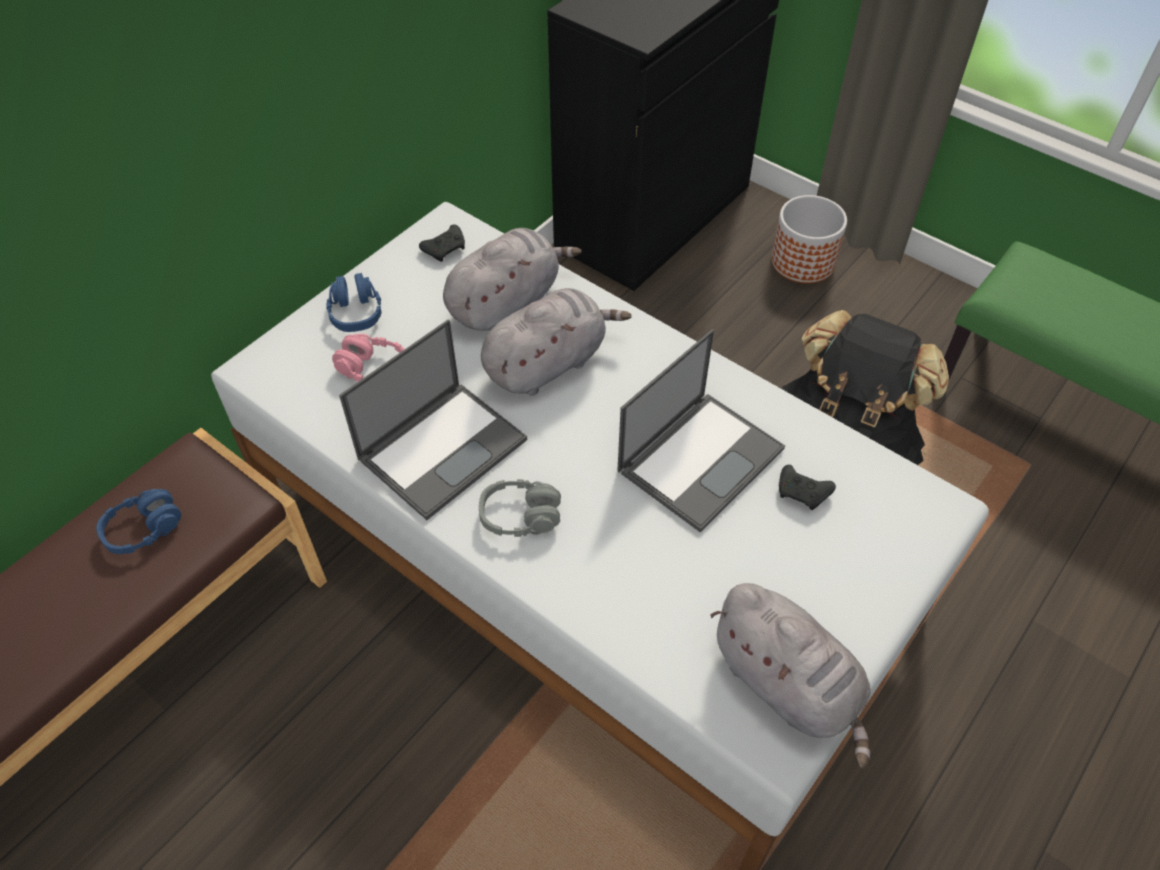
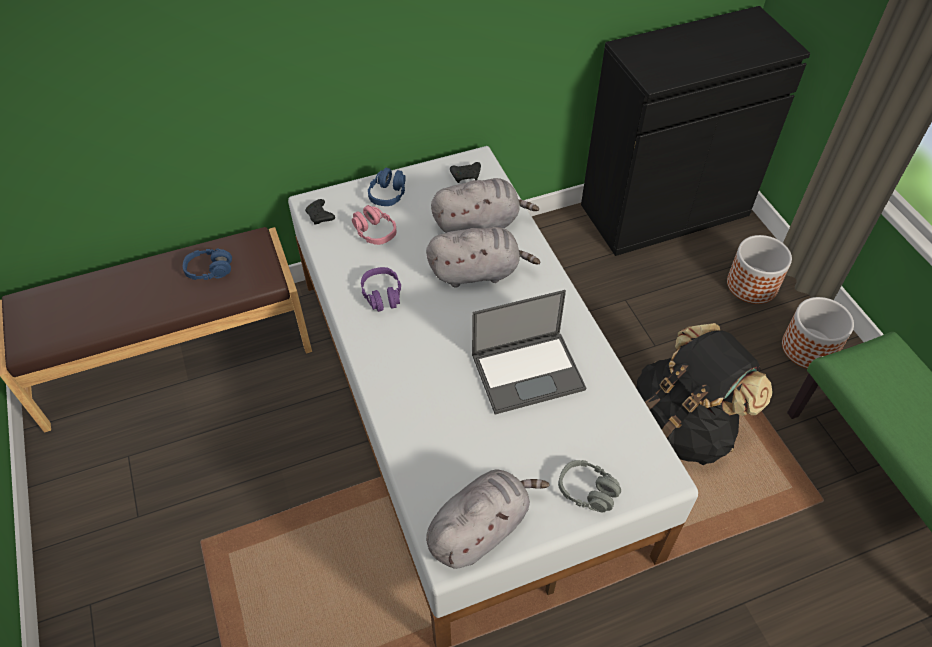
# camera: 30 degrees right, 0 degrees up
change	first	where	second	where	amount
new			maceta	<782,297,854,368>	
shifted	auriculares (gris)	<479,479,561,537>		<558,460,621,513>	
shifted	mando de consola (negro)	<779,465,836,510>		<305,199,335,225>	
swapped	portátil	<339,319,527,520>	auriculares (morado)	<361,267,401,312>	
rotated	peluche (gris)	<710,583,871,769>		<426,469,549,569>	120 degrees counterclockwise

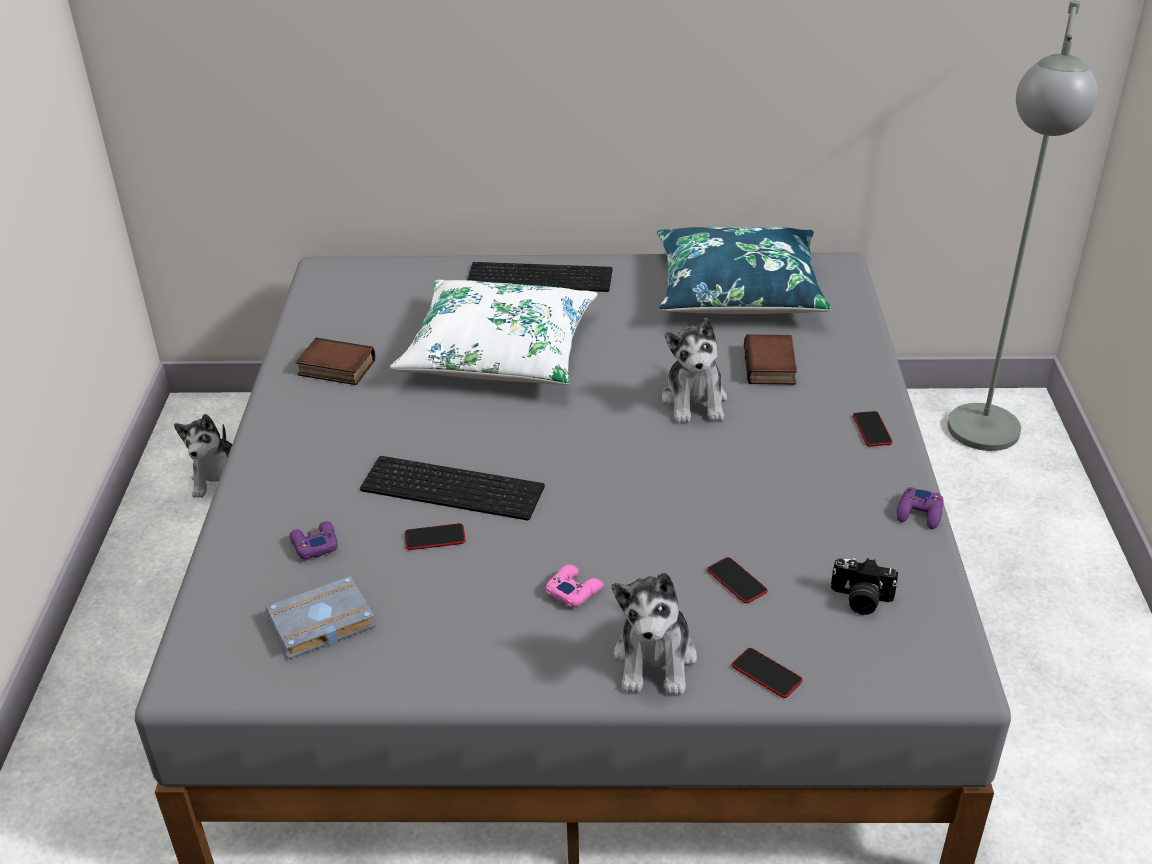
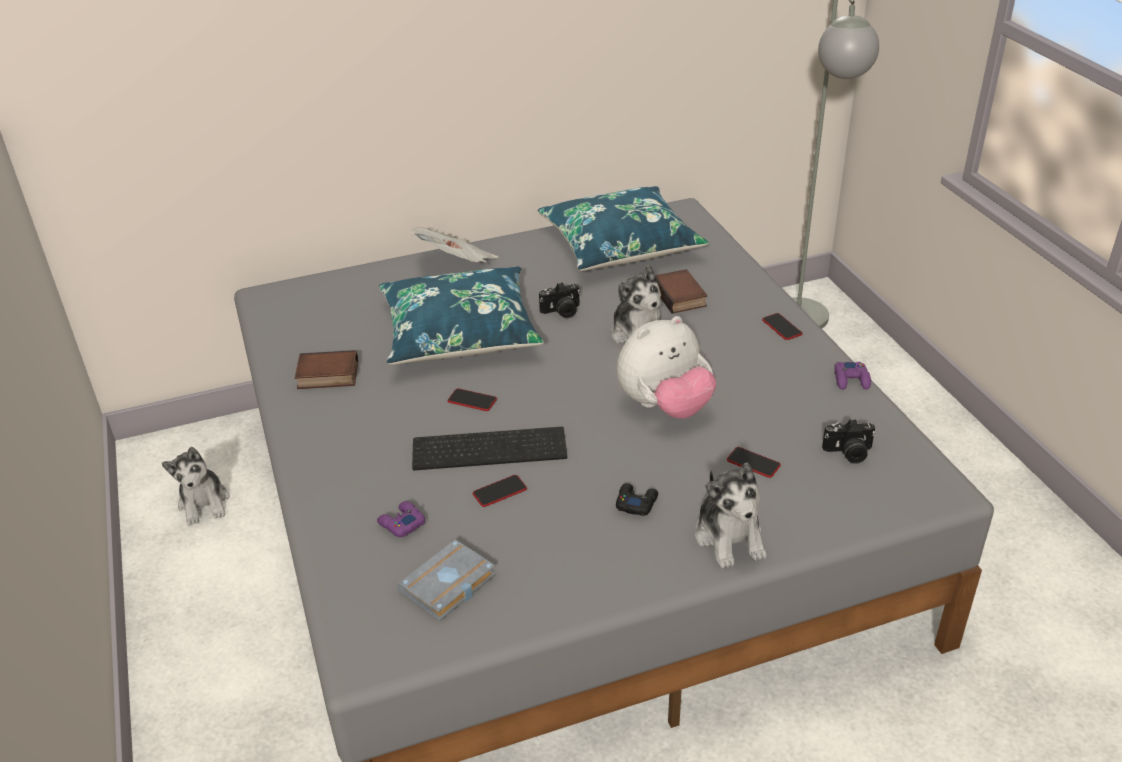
# camera: 20 degrees left, 0 degrees up
change	first	where	second	where	amount
new			cámara	<539,282,580,318>	
new			peluche	<617,316,716,419>	
shifted	móvil	<732,648,803,698>		<448,388,497,411>	
swapped	teclado	<467,262,612,292>	periódico	<411,227,498,262>	
repainted	cojín (blanco)	<390,280,598,385>	cojín (azul)	<379,267,544,365>	
repainted	mando de consola (rosa)	<546,565,603,607>	mando de consola (negro)	<616,483,658,516>	

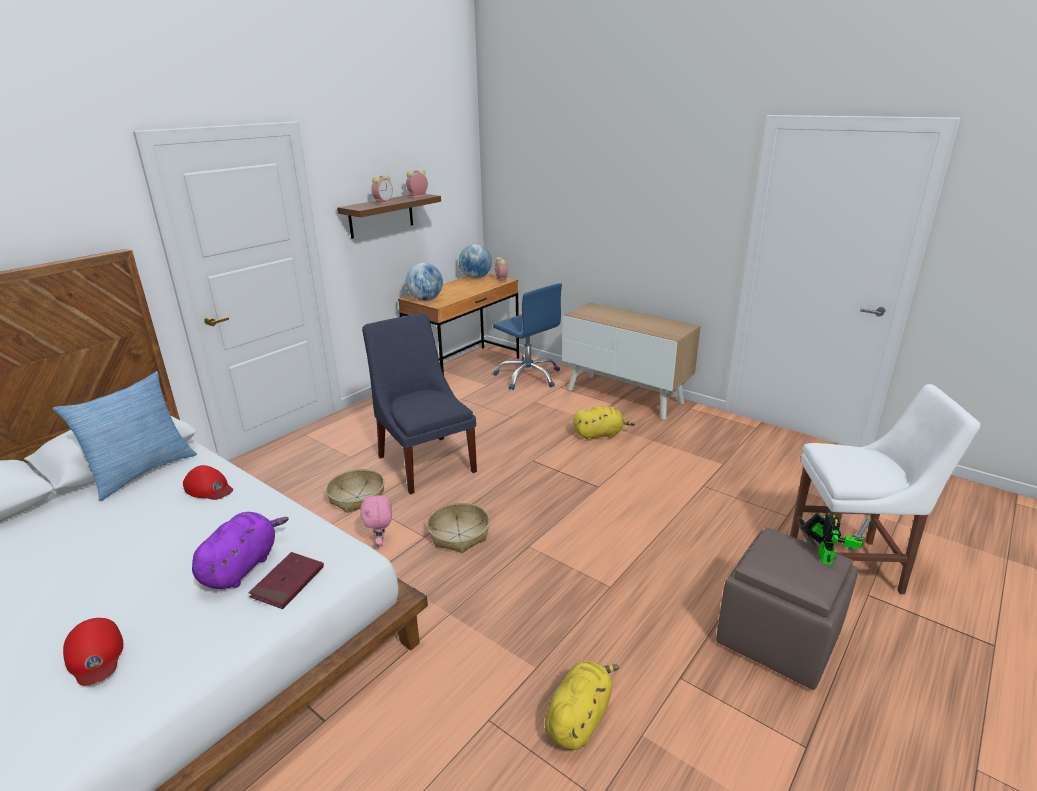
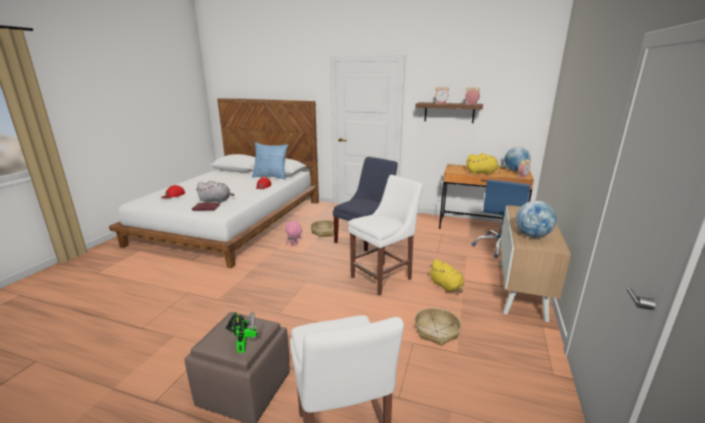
# camera: 70 degrees right, 5 degrees down
change	first	where	second	where	amount
new			silla (blanco)	<348,175,423,295>	
shifted	globo terráqueo	<406,263,443,301>		<516,201,557,238>	
shifted	cesta	<427,503,490,553>		<415,308,461,346>	
shifted	peluche (amarillo)	<545,661,619,750>		<466,153,505,175>	
repainted	peluche (morado)	<192,512,289,589>	peluche (gris)	<196,181,235,203>	
rotated	robot de juguete	<801,512,872,565>		<226,312,257,353>	90 degrees counterclockwise

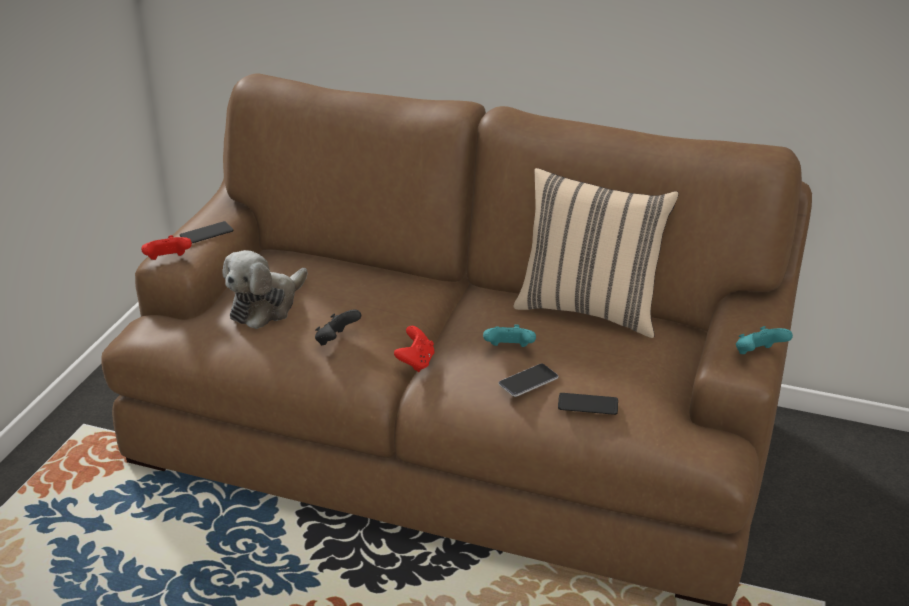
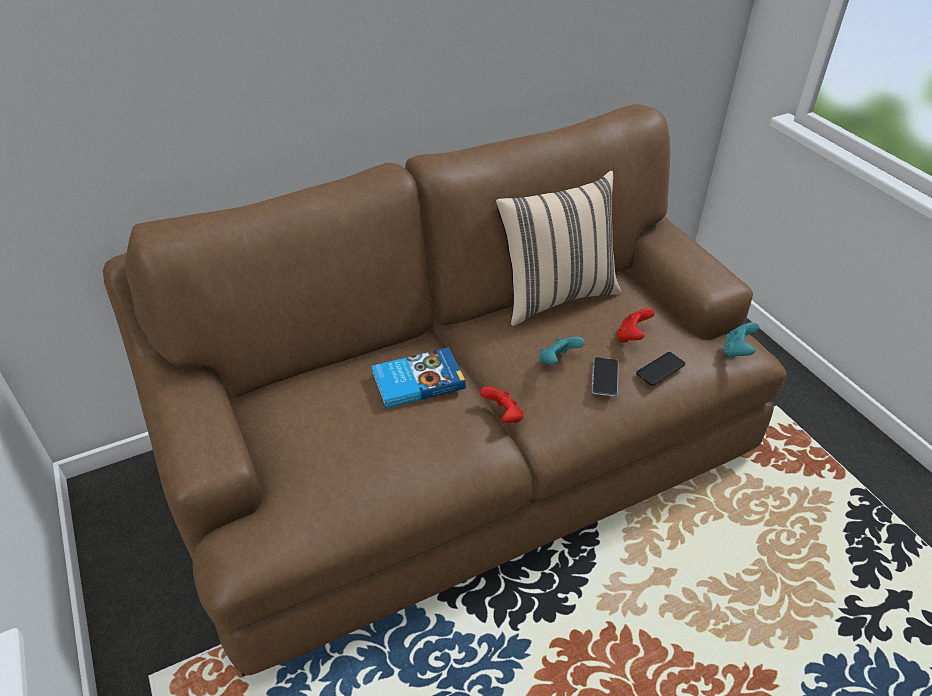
# camera: 45 degrees left, 10 degrees up
change	first	where	second	where	amount
gone	móvil	<180,221,234,243>			
gone	peluche	<222,250,308,329>			
gone	mando de consola (negro)	<315,309,361,346>			
new			libro	<371,347,466,409>	
shifted	mando de consola (rojo)	<141,235,192,260>		<617,308,654,343>	
shifted	mando de consola (turquesa)	<736,326,793,354>		<723,322,759,358>	

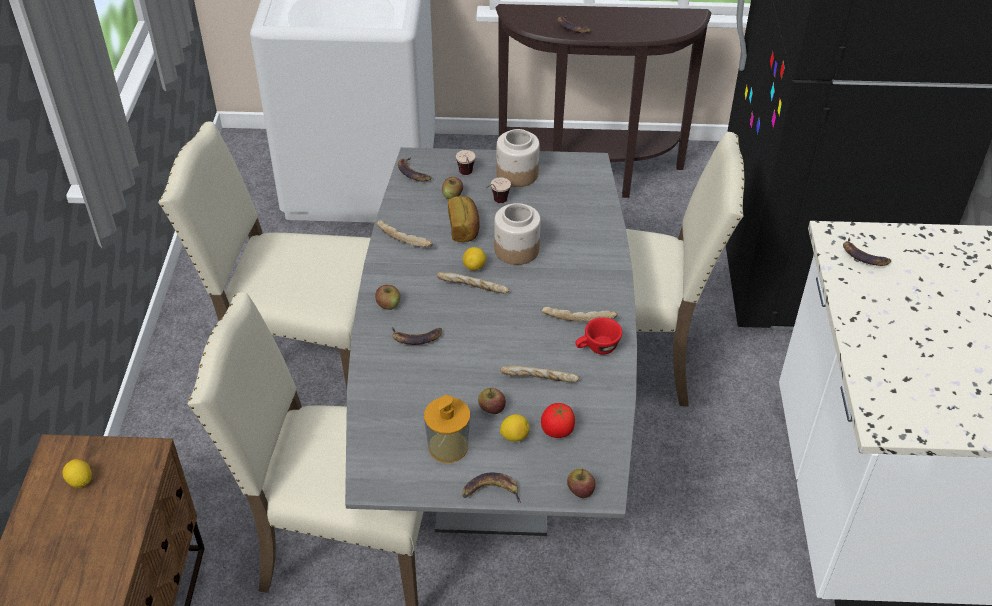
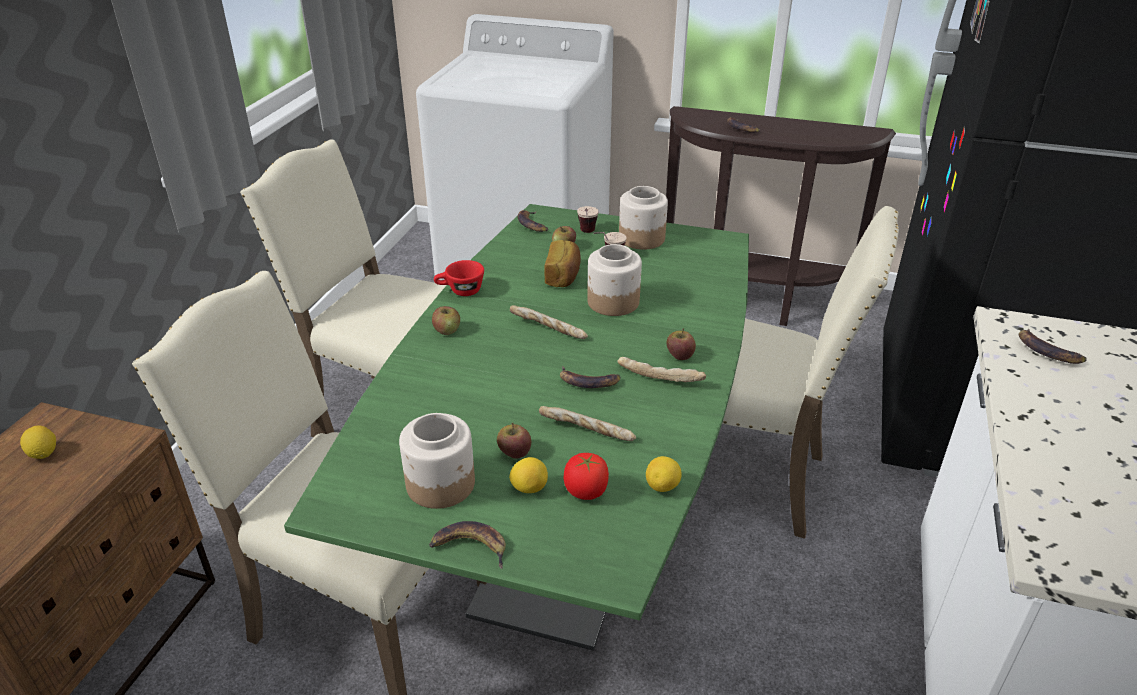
# camera: 15 degrees right, 10 degrees down
change	first	where	second	where	amount
gone	pan	<377,220,433,247>			
shifted	plátano	<392,327,442,345>		<560,366,621,388>	
shifted	limón	<463,247,486,270>		<646,456,682,492>	
shifted	manzana	<567,469,595,498>		<667,328,696,360>	
shifted	taza (rojo)	<575,317,622,355>		<434,260,484,296>	
swapped	dispensador de jabón	<424,395,470,463>	tarro	<399,413,475,509>	
repainted	mesa de comedor (gris)	<345,147,637,536>	mesa de comedor (verde)	<284,204,749,651>	

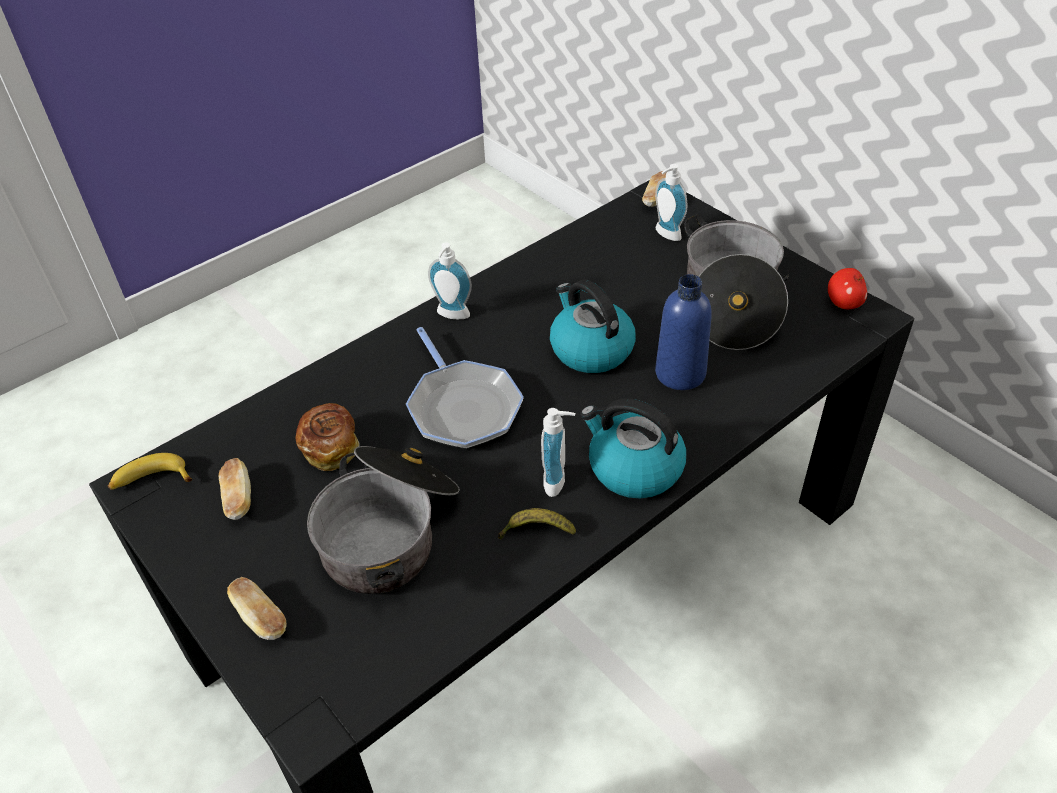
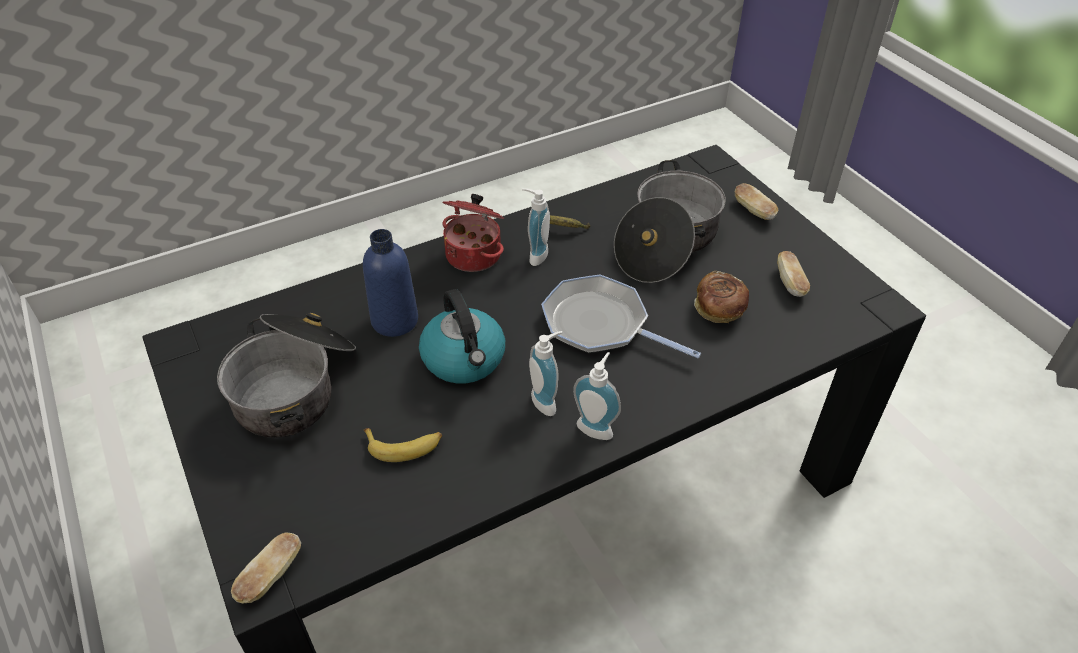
# camera: 170 degrees left, 0 degrees up
change	first	where	second	where	amount
gone	manzana	<828,268,867,309>			
shifted	plátano	<108,453,192,490>		<364,428,442,462>	
shifted	dispensador de jabón	<655,164,687,241>		<529,331,563,416>	
swapped	hervidor	<580,398,686,498>	olla	<443,194,504,272>	
rotated	sartén	<406,327,524,449>		<541,275,701,359>	45 degrees counterclockwise

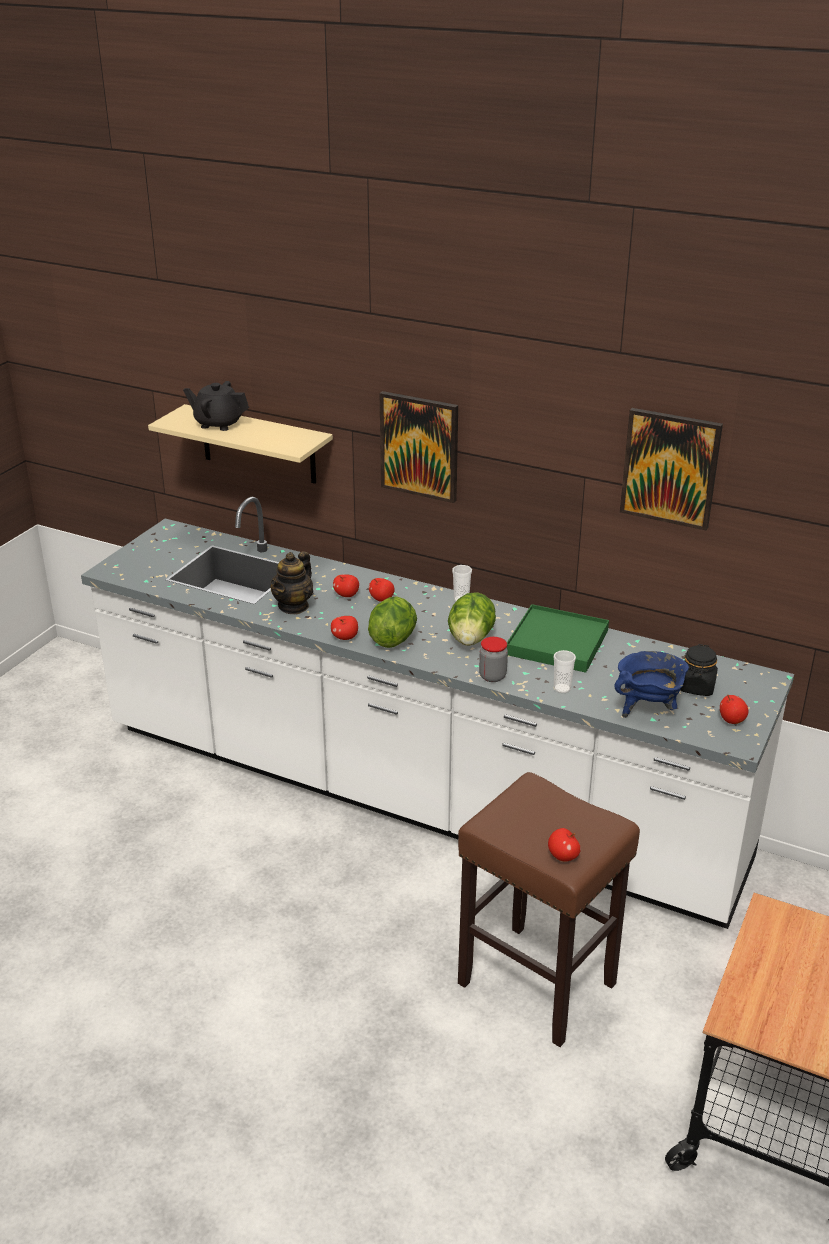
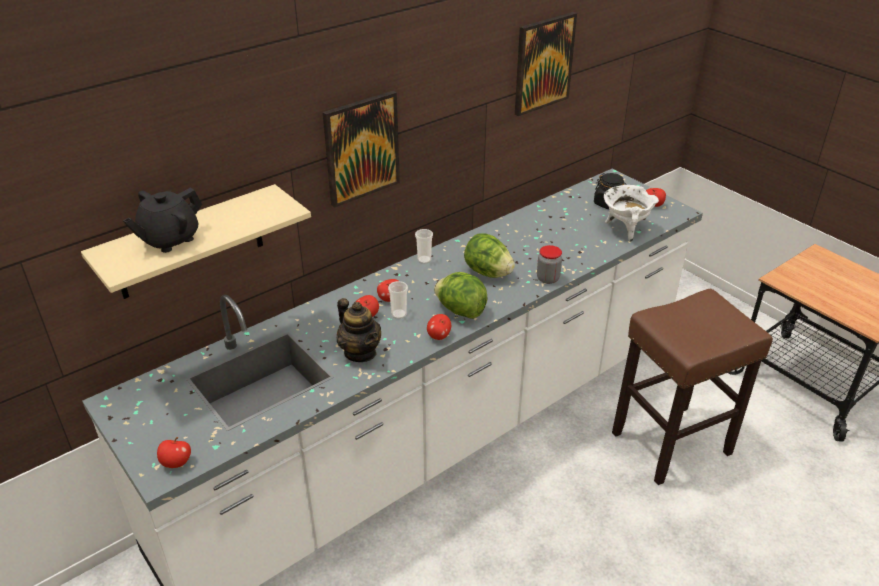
# camera: 65 degrees left, 5 degrees up
change	first	where	second	where	amount
gone	bandeja (verde)	<507,604,609,673>			
shifted	manzana	<548,828,581,862>		<157,437,191,468>	
shifted	taza	<553,650,576,693>		<388,281,408,319>	
repainted	olla (azul)	<614,651,689,718>	olla (blanco)	<604,185,659,242>	

